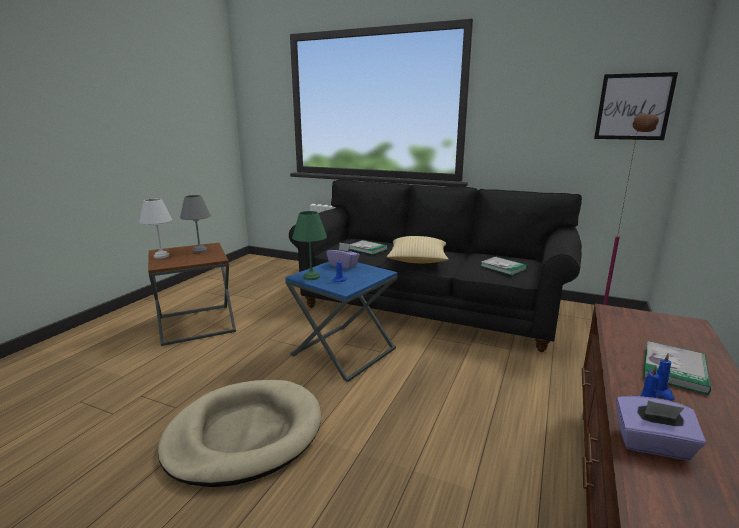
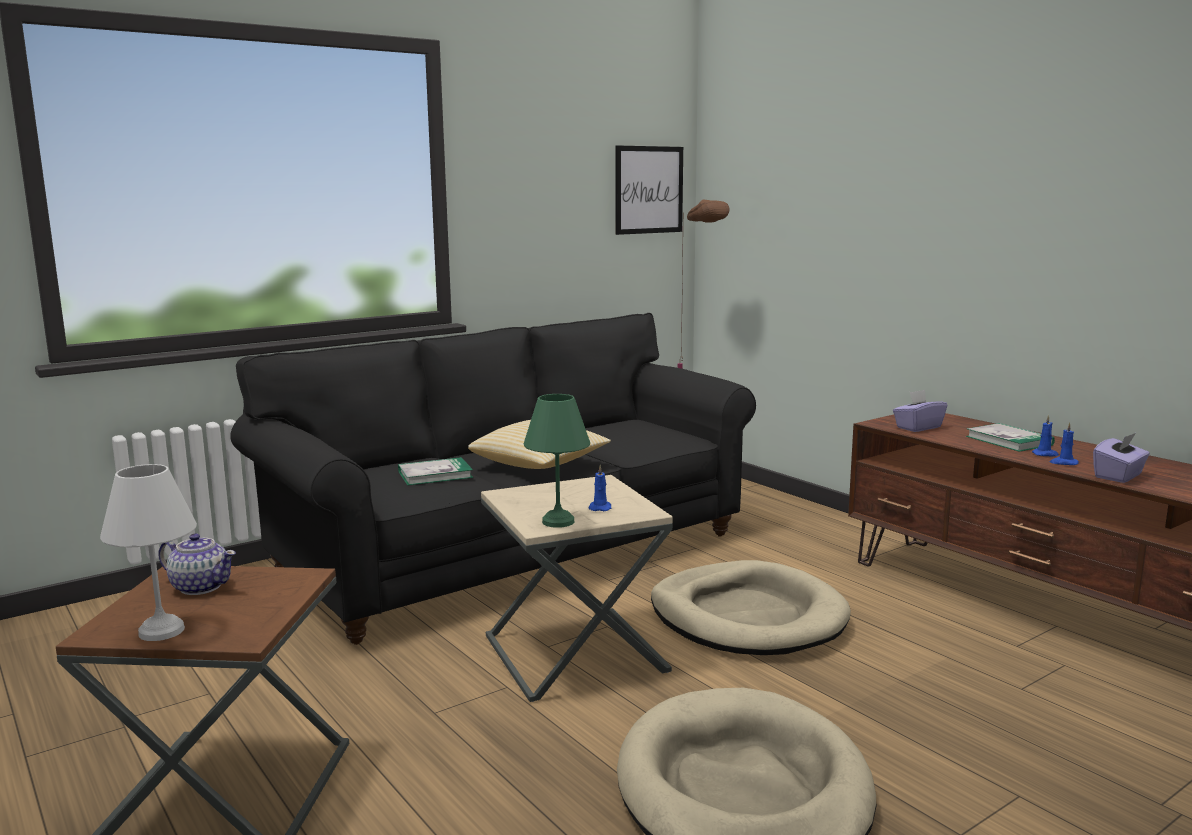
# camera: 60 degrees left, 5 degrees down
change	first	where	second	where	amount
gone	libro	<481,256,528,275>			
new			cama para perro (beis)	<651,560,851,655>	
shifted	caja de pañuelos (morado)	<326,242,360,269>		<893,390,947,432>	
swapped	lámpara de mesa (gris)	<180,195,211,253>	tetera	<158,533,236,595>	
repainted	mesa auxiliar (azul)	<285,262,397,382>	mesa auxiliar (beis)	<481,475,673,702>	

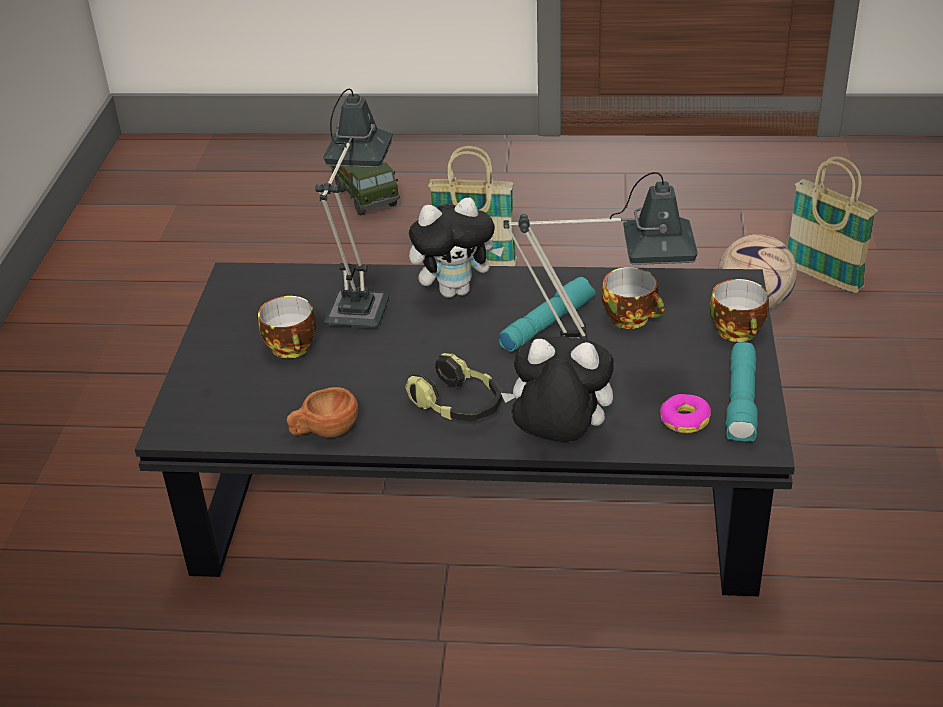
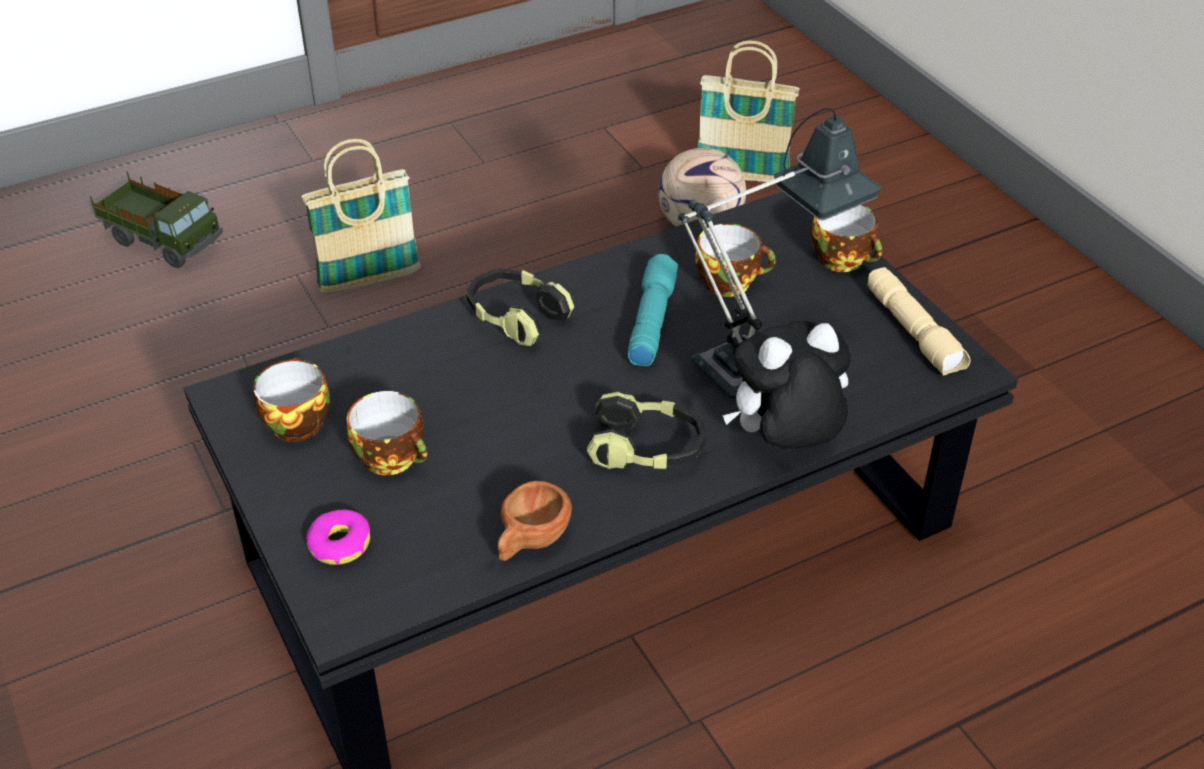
# camera: 35 degrees left, 5 degrees up
change	first	where	second	where	amount
gone	lámpara de mesa	<315,89,393,328>			
new			taza	<253,358,330,442>	
shifted	rosquilla	<660,394,711,433>		<306,509,370,565>	
swapped	peluche	<409,197,504,298>	auriculares	<466,269,574,346>	
repainted	linterna (turquesa)	<726,342,758,442>	linterna (beis)	<867,267,971,376>	

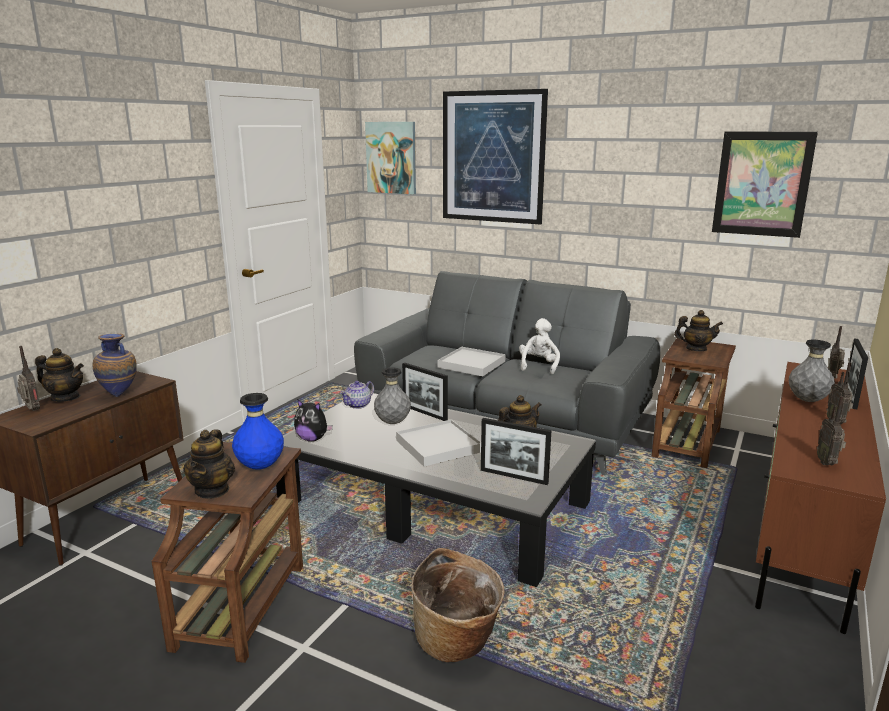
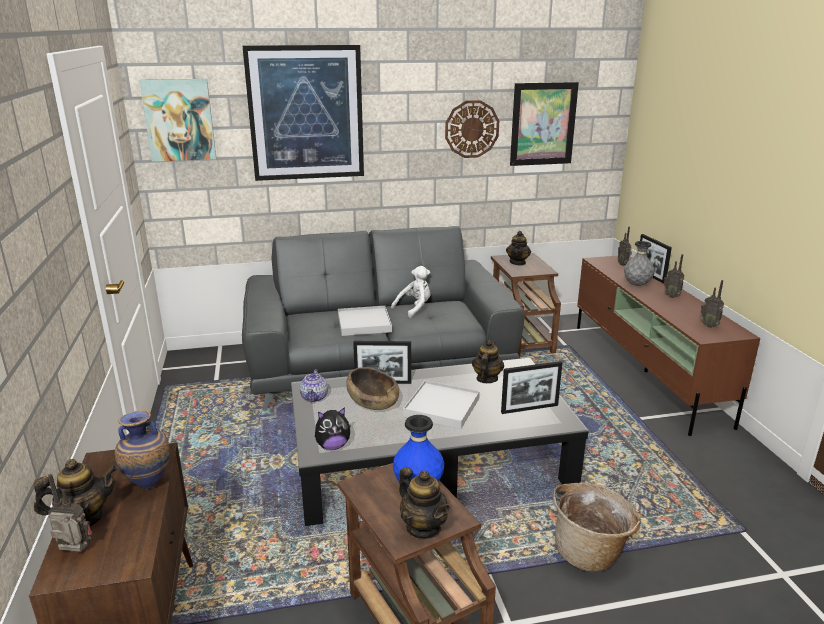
# camera: 40 degrees left, 5 degrees up
change	first	where	second	where	amount
new			reloj de pared	<445,100,499,158>	
swapped	florero (gris)	<374,368,411,424>	cuenco (marrón)	<346,367,399,410>	
rotated	peluche (blanco)	<519,318,560,374>		<391,266,430,318>	75 degrees clockwise
rotated	tetera	<674,310,723,351>		<506,231,531,265>	135 degrees clockwise

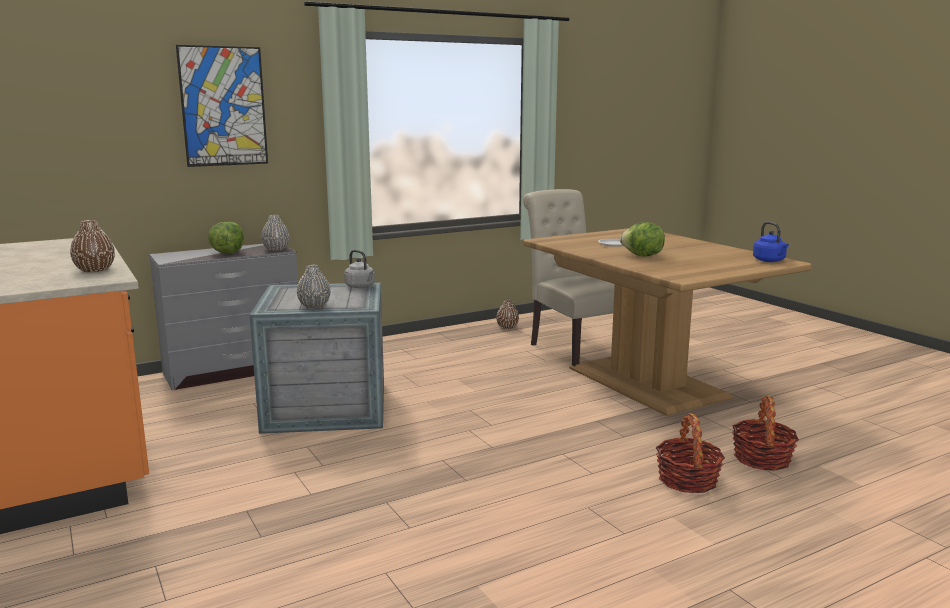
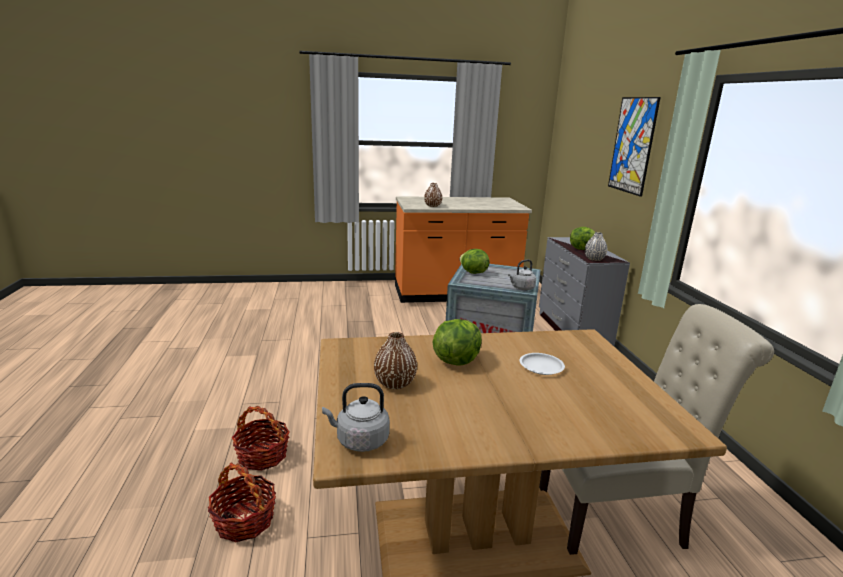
# camera: 110 degrees right, 5 degrees up
change	first	where	second	where	amount
shifted	florero (marrón)	<496,300,519,329>		<374,332,417,389>	
swapped	florero (gris)	<297,265,330,308>	lechuga	<460,249,490,274>	
repainted	hervidor (azul)	<753,222,789,262>	hervidor (gris)	<322,383,390,452>	

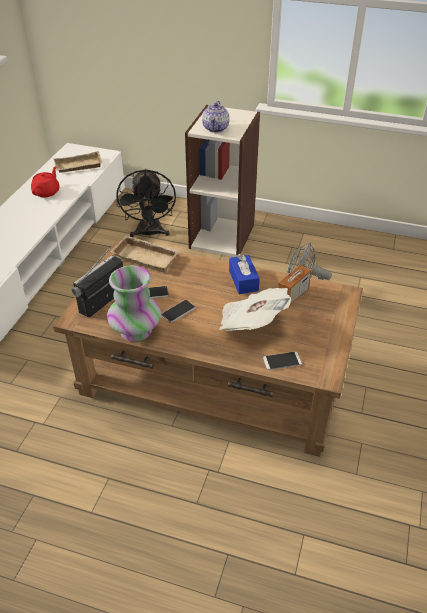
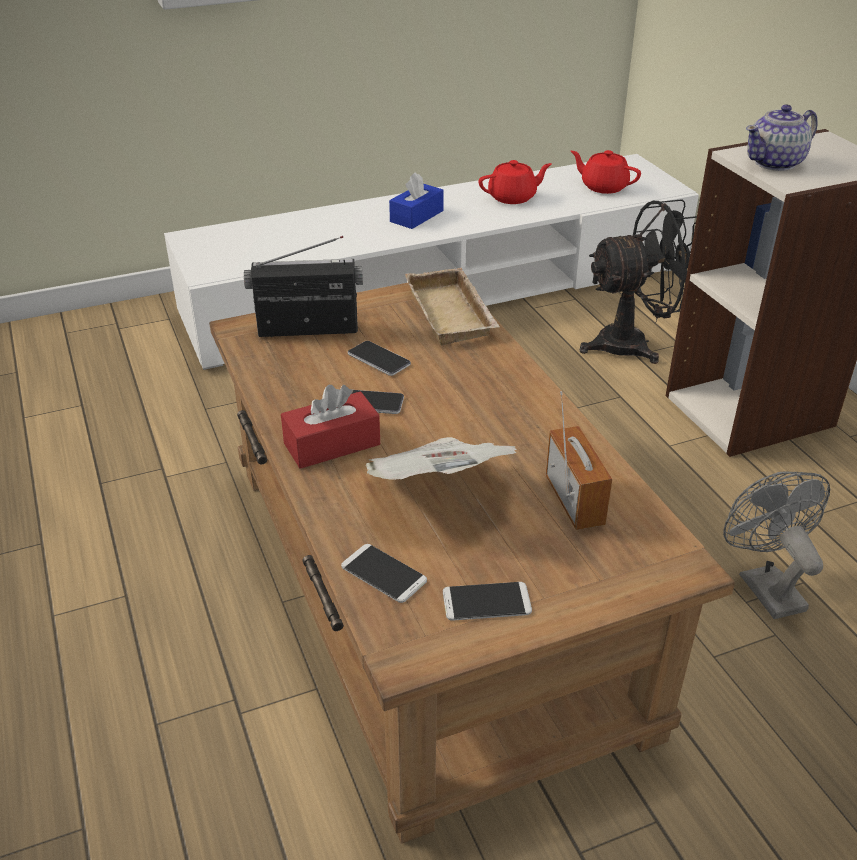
# camera: 50 degrees right, 5 degrees down
change	first	where	second	where	amount
gone	florero	<107,265,161,341>			
new			caja de pañuelos (rojo)	<281,385,380,469>	
new			móvil	<443,582,532,621>	
shifted	caja de pañuelos (azul)	<229,254,260,294>		<389,172,444,229>	
swapped	bandeja (beis)	<54,151,103,173>	tetera (rojo)	<571,150,641,194>	
rotated	ventilador (negro)	<117,169,176,238>		<580,199,697,364>	150 degrees counterclockwise
rotated	radio	<278,247,311,305>		<546,391,612,530>	105 degrees counterclockwise

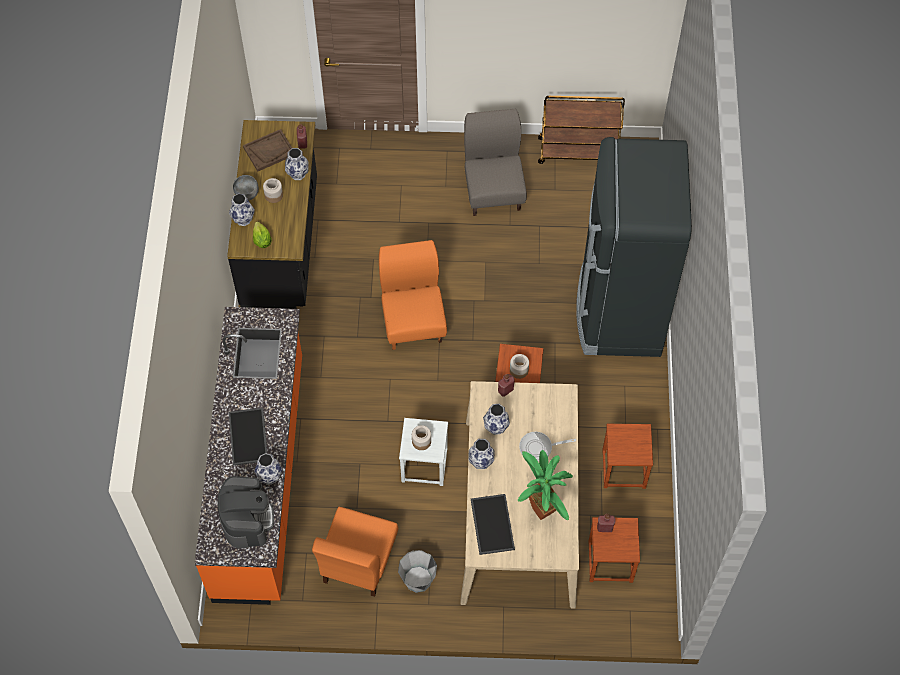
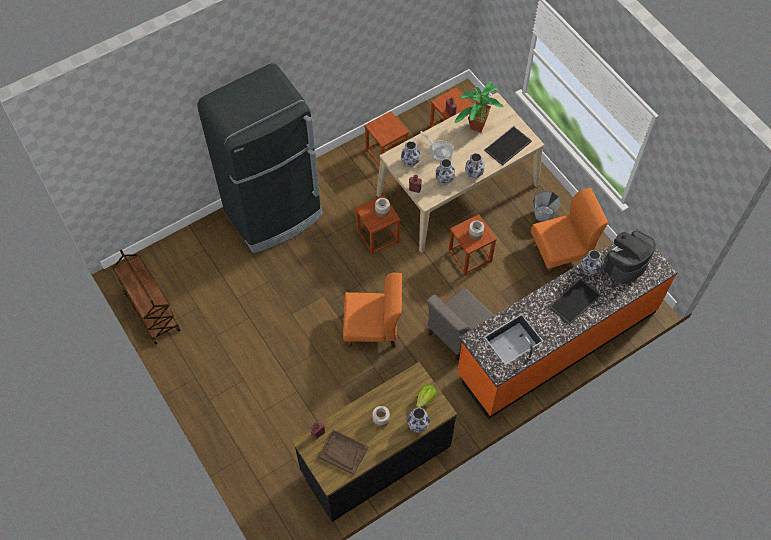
# camera: 125 degrees left, 0 degrees up
change	first	where	second	where	amount
gone	cuenco (gris)	<233,175,259,200>			
shifted	florero	<285,148,309,180>		<401,141,420,167>	
shifted	silla (gris)	<464,109,527,216>		<427,287,494,361>	
repainted	taburete (blanco)	<399,418,448,486>	taburete (marrón)	<448,214,497,275>	
rotated	silla (naranja)	<379,240,447,350>		<343,273,402,347>	135 degrees counterclockwise

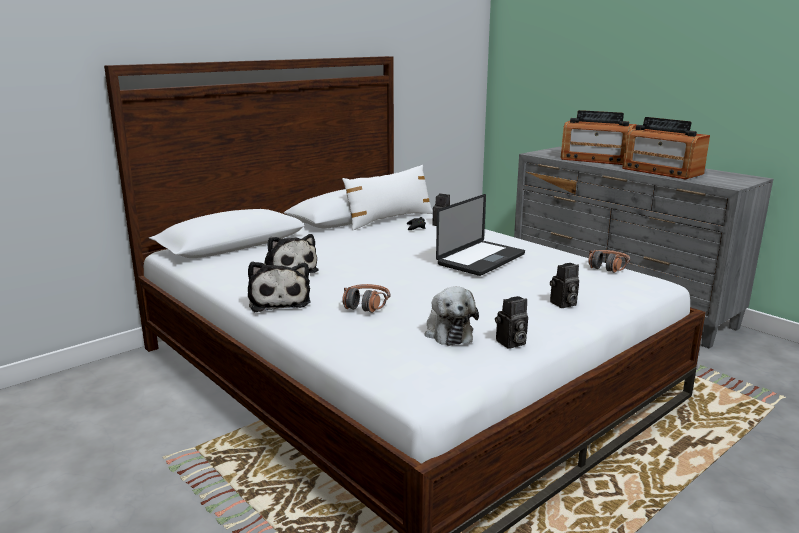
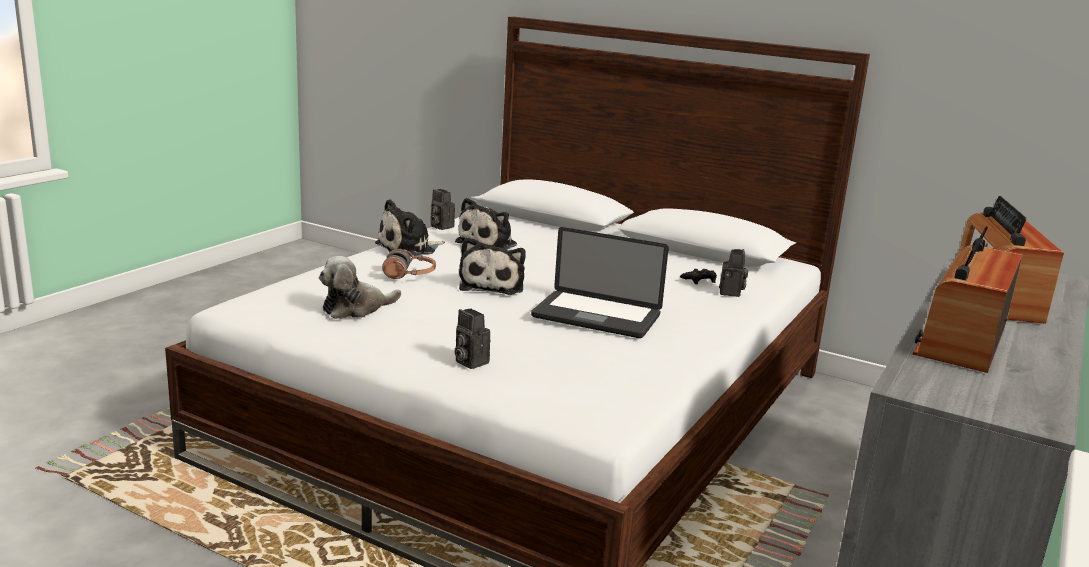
# camera: 70 degrees right, 0 degrees up
change	first	where	second	where	amount
gone	cojín (blanco)	<342,165,433,231>			
gone	auriculares	<588,250,631,273>			
new			peluche	<459,237,526,295>	
shifted	cámara	<495,296,528,349>		<430,189,455,230>	

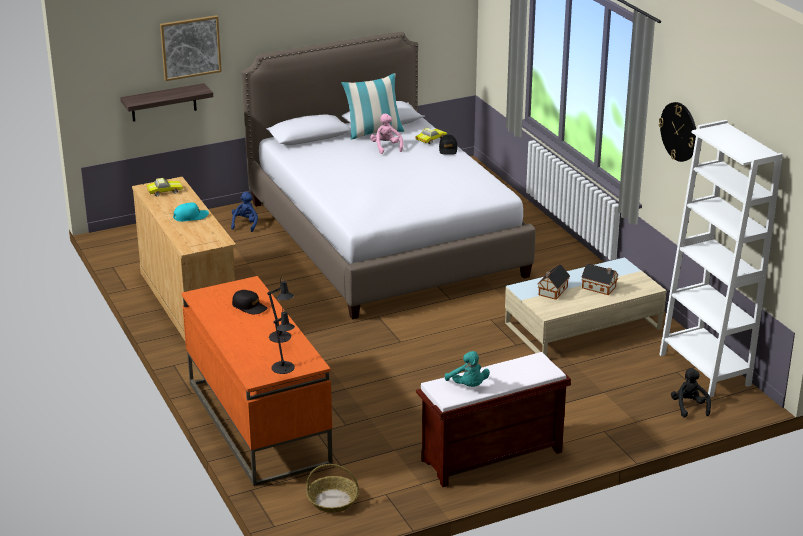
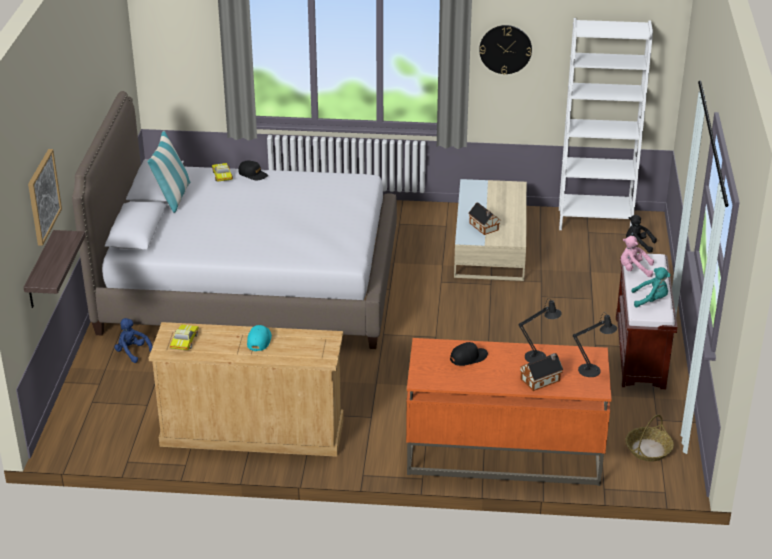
# camera: 60 degrees left, 5 degrees up
change	first	where	second	where	amount
shifted	peluche (rosa)	<370,114,403,154>		<621,236,654,277>	
shifted	casita	<581,263,619,295>		<520,353,563,391>	

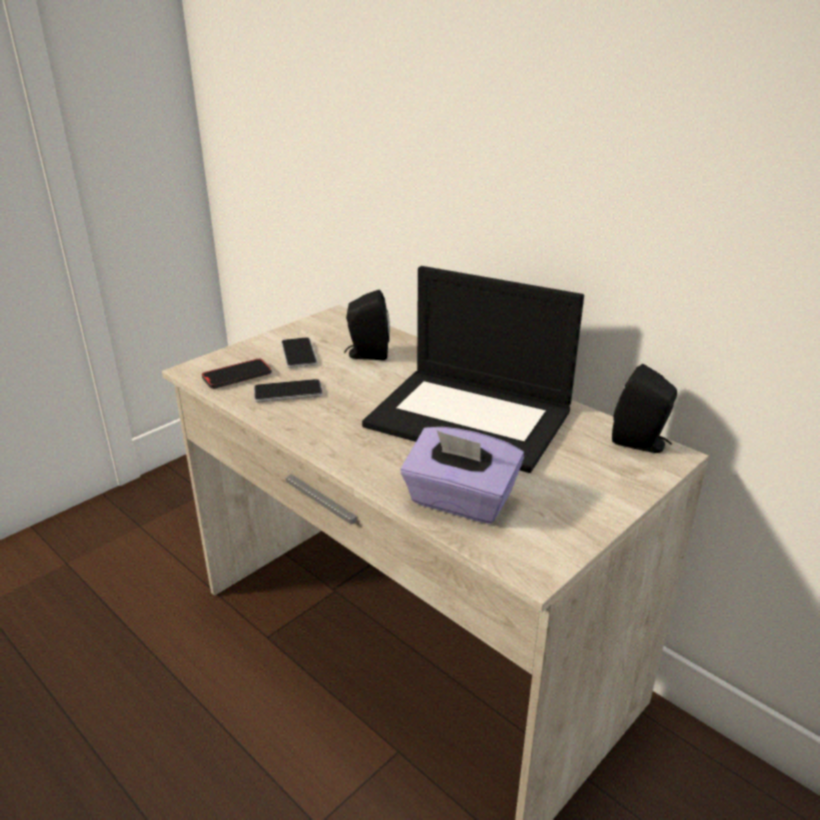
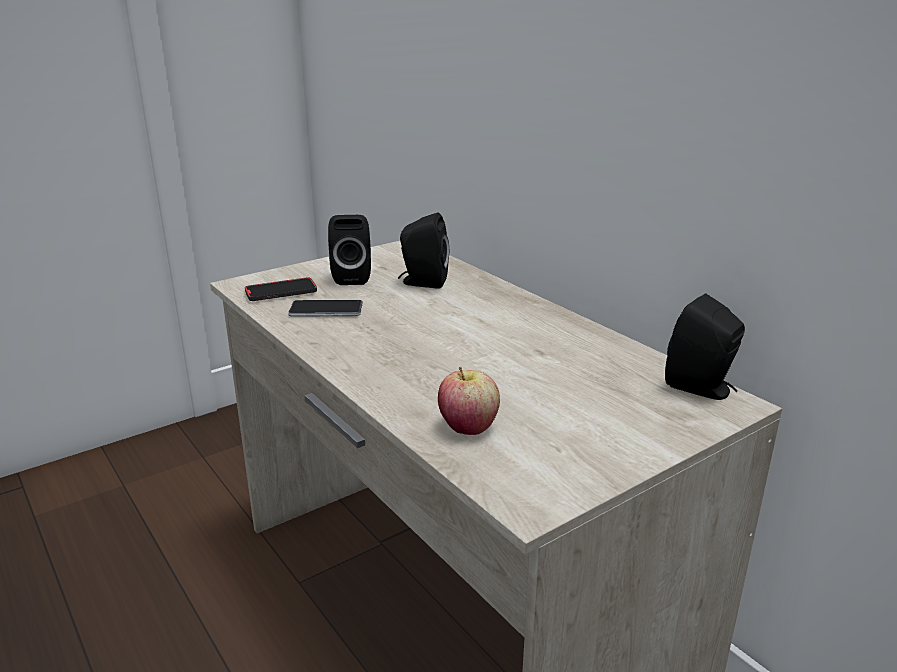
# camera: 10 degrees right, 5 degrees down
change	first	where	second	where	amount
gone	portátil	<362,266,584,473>			
swapped	móvil	<281,337,317,368>	altavoz (negro)	<328,215,371,285>	
swapped	caja de pañuelos (morado)	<401,427,524,524>	manzana	<438,367,500,435>	

